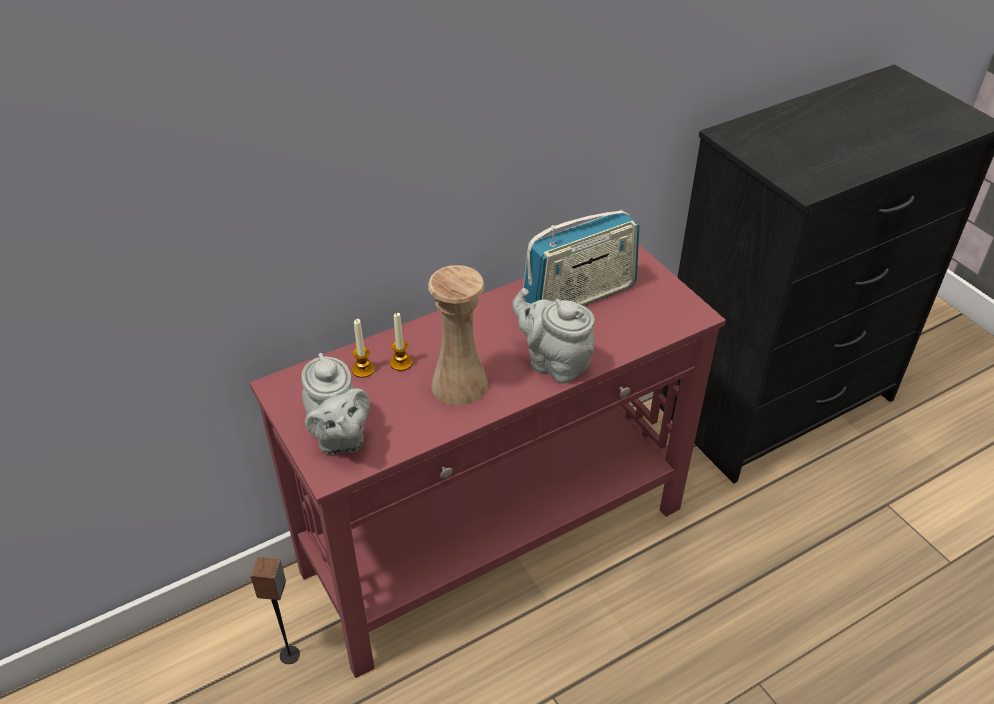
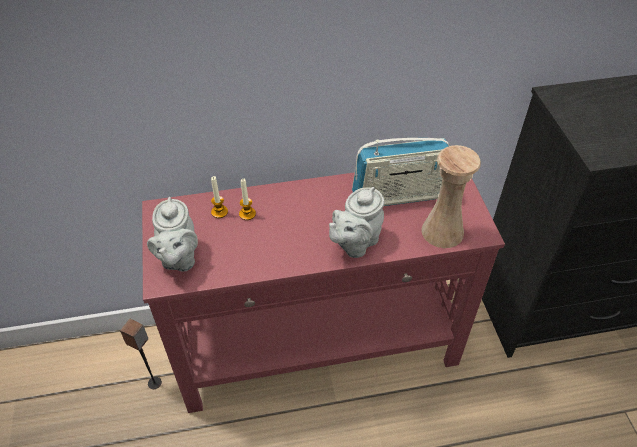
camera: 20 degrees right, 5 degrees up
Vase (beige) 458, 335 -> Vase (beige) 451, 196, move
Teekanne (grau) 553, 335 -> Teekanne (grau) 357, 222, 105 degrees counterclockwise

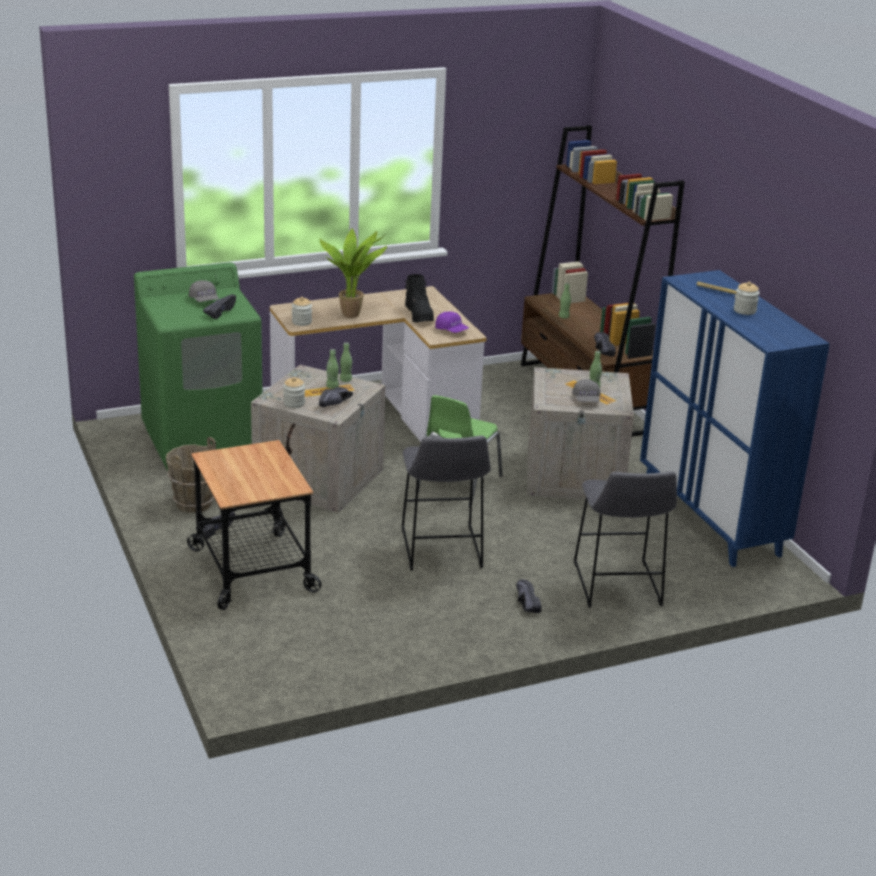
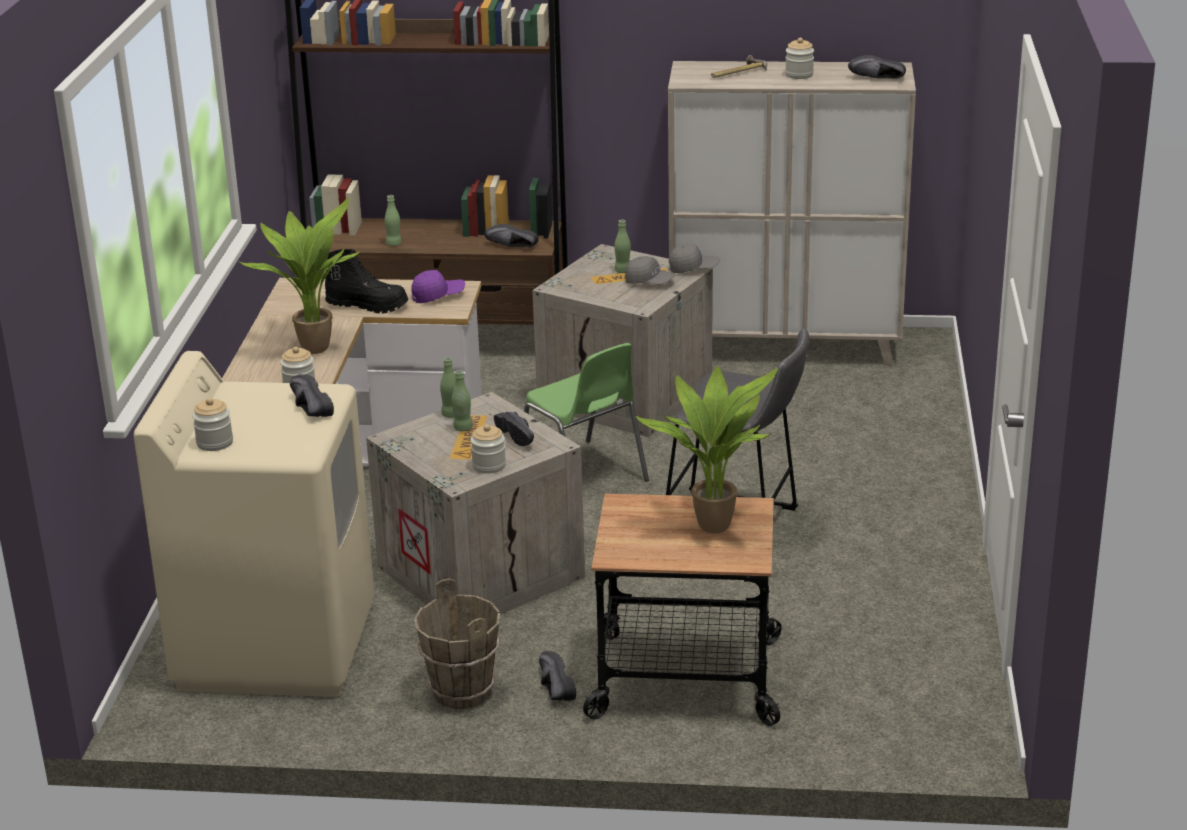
camera: 60 degrees left, 0 degrees up
Waschmaschine (grün) 198, 366 -> Waschmaschine (beige) 254, 524
Kappe (grau) 204, 291 -> Kappe (grau) 694, 258, move
Schuh (schwarz) 529, 596 -> Schuh (schwarz) 877, 67, move
Hocker (grau) 625, 539 -> none
Schrank (blau) 735, 418 -> Schrank (beige) 792, 213
none -> Vorratsglas 212, 424
none -> Topfpflanze 707, 450

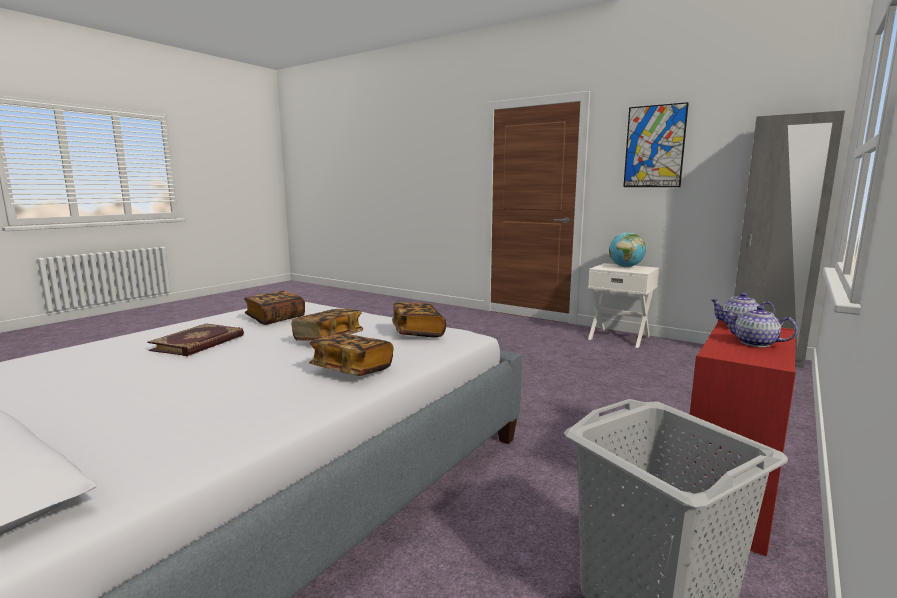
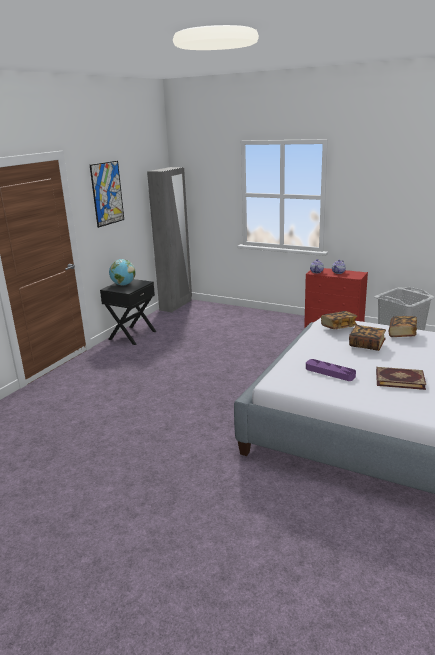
camera: 95 degrees left, 10 degrees up
Buch 274, 308 -> Tablett (lila) 331, 370
Nachttisch (weiß) 623, 305 -> Nachttisch (schwarz) 128, 312

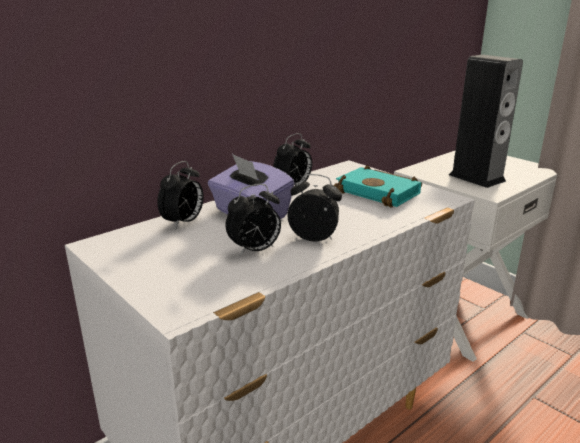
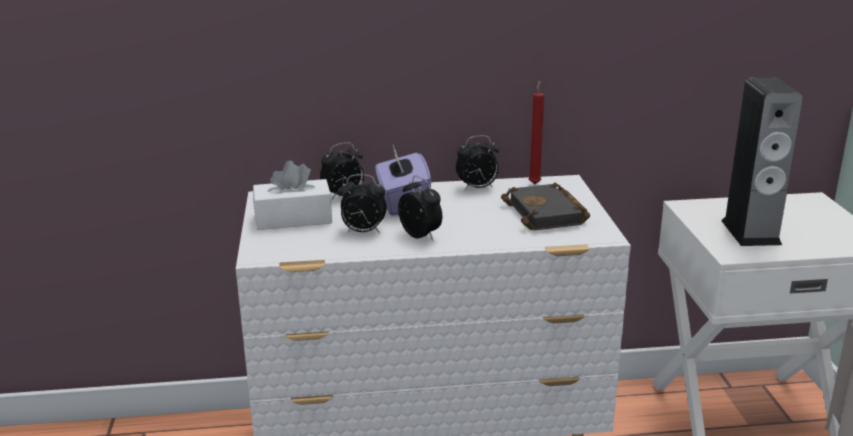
camera: 35 degrees right, 0 degrees up
Buch (türkis) 378, 186 -> Buch (schwarz) 545, 206
none -> Taschentuchbox (weiß) 292, 195
none -> Kerze (rot) 536, 132

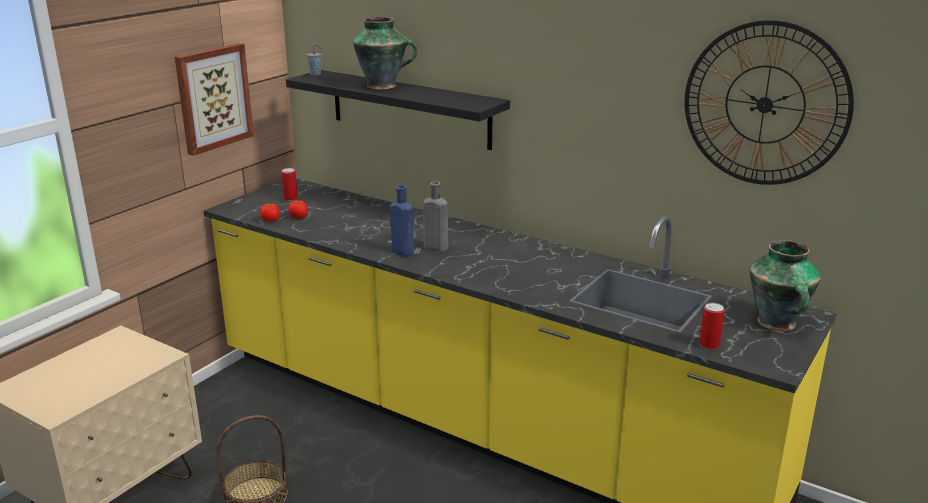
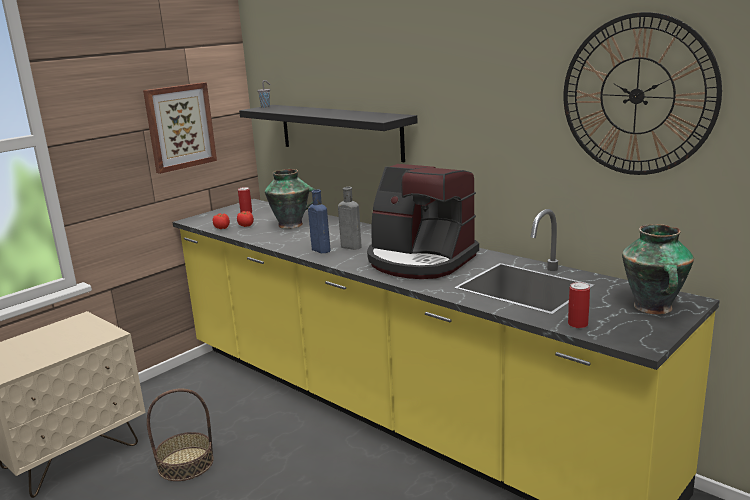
camera: 10 degrees right, 5 degrees down
Vase 385, 53 -> Vase 290, 199, move
none -> Kaffeemaschine 423, 221

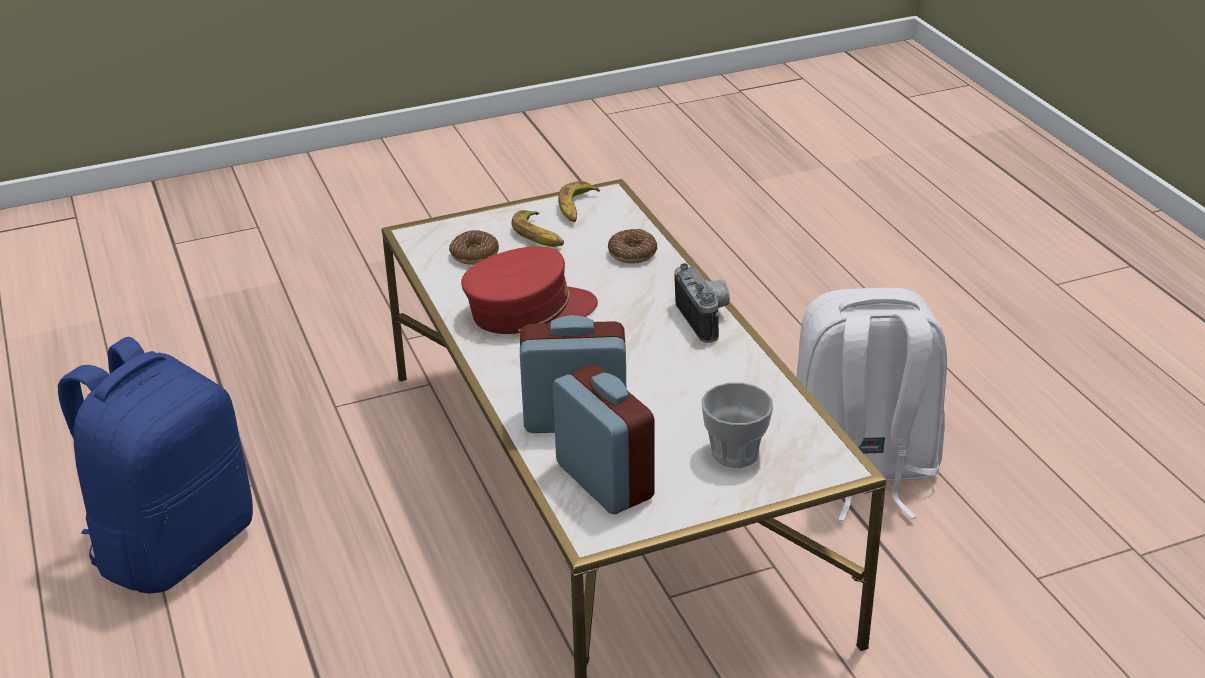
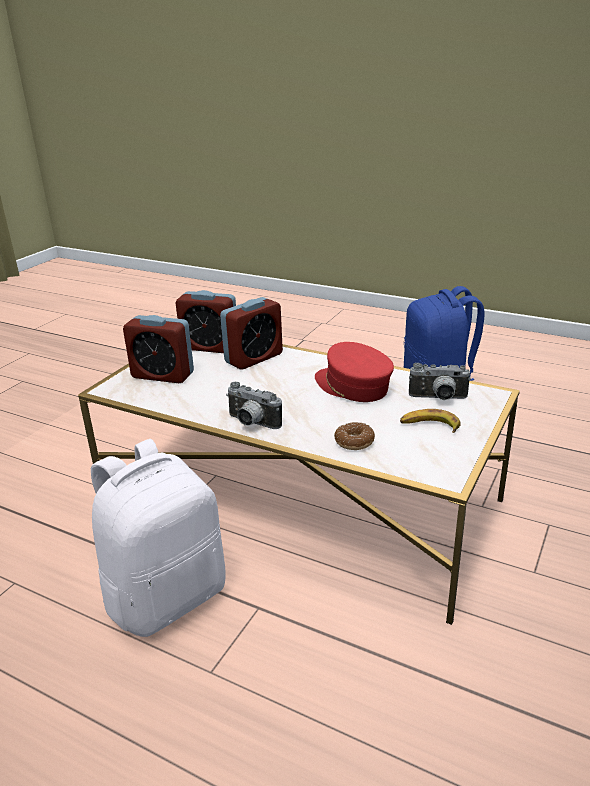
camera: 140 degrees right, 5 degrees down
Donut 474, 247 -> Kamera 440, 381
Kappe (rot) 529, 290 -> Kappe (rot) 354, 372, 105 degrees clockwise
Banane 579, 201 -> none
Tasse 737, 425 -> Wecker 158, 349

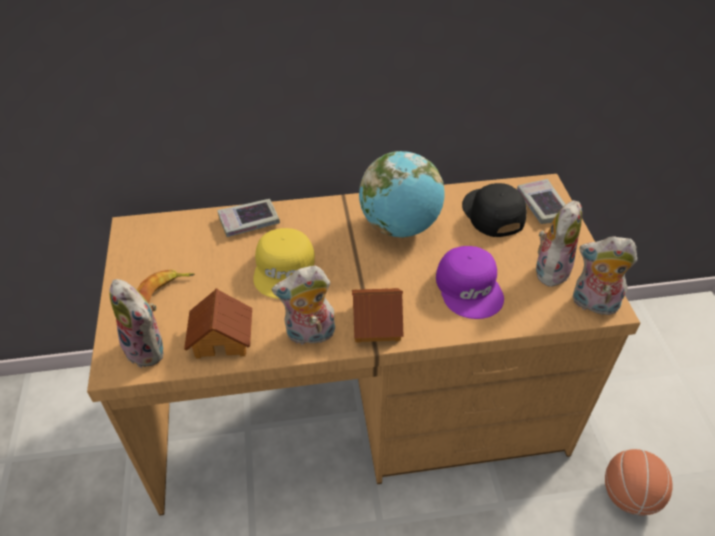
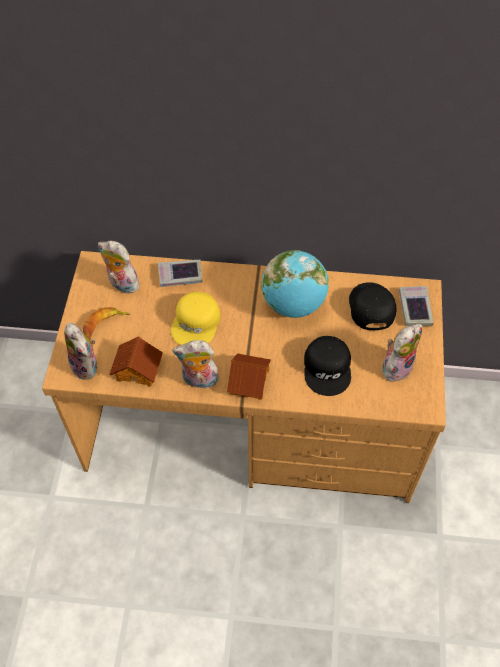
camera: 15 degrees right, 10 degrees up
Kappe (lila) 470, 282 -> Kappe (schwarz) 327, 366
Plüschtier 605, 275 -> Plüschtier 120, 267, move
Basketball 639, 482 -> none

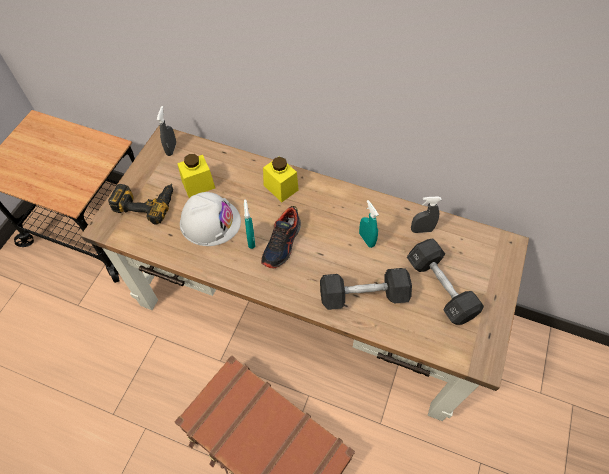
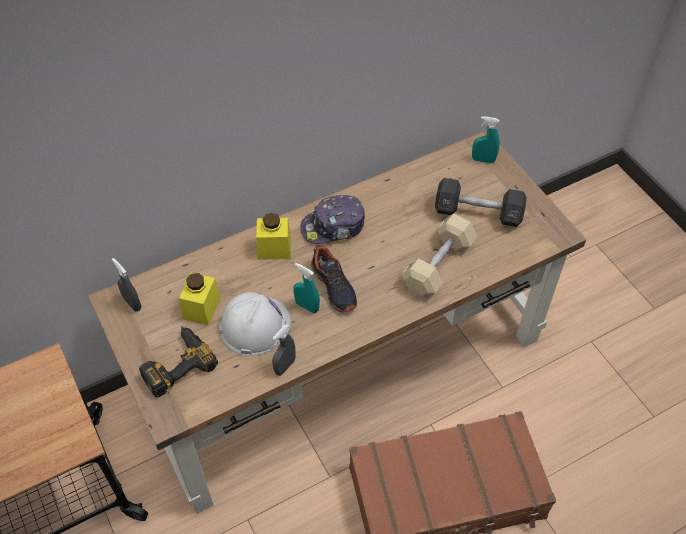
camera: 50 degrees left, 5 degrees down
Hantel (schwarz) 366, 289 -> Hantel (beige) 439, 256
Sprühflasche (türkis) 369, 224 -> Sprühflasche (türkis) 486, 139, move
Sprühflasche (grau) 426, 215 -> Sprühflasche (grau) 284, 350, move
none -> Kappe 333, 219

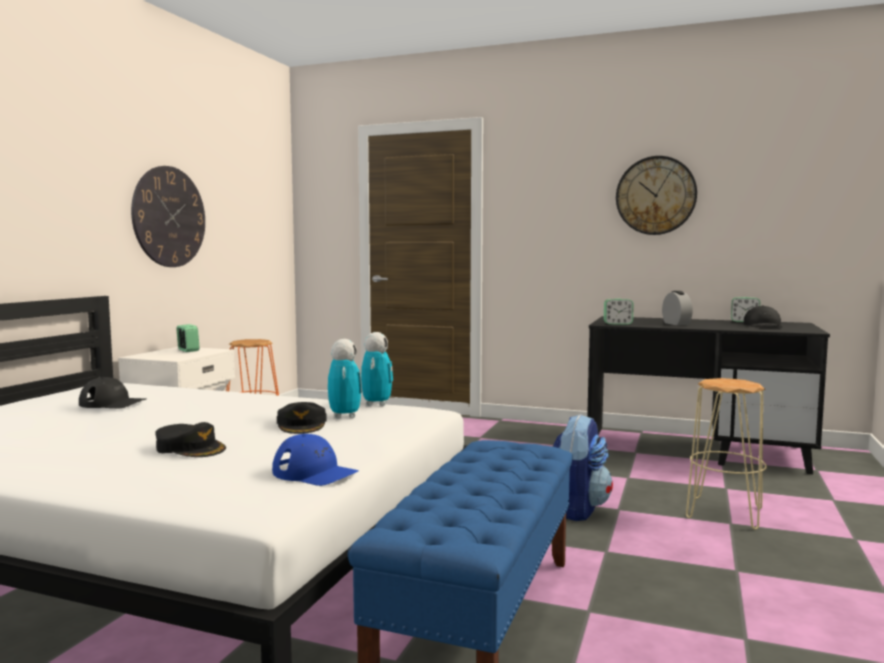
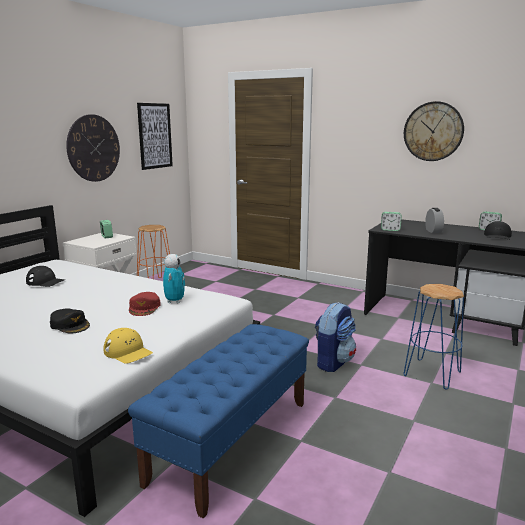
camera: 10 degrees right, 10 degrees up
Kappe (blau) 315, 460 -> Kappe (gelb) 128, 346
Kappe (schwarz) 302, 418 -> Kappe (rot) 145, 304
Spielzeugroboter 377, 369 -> none
Hocker (beige) 726, 454 -> Hocker (blau) 434, 337
none -> Bild 155, 136

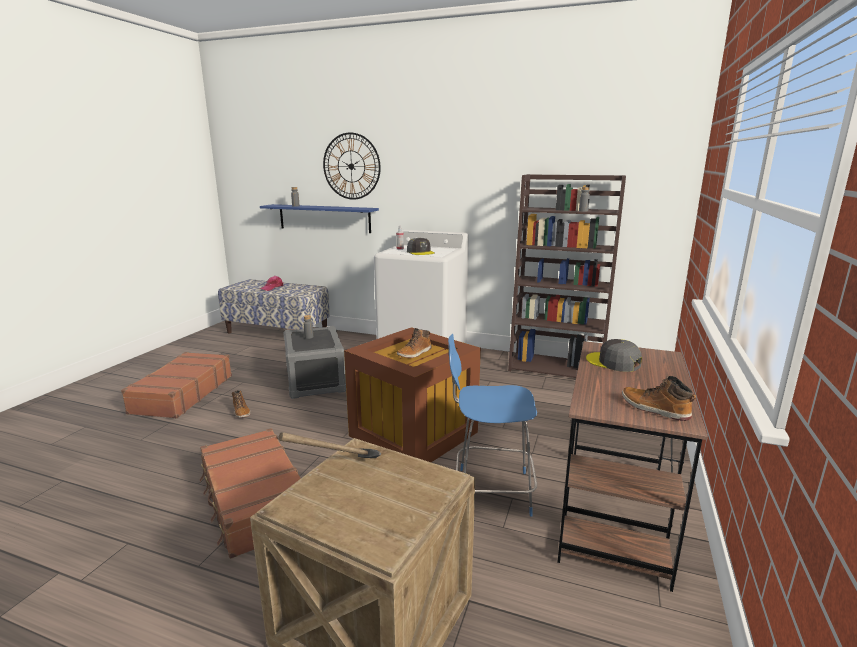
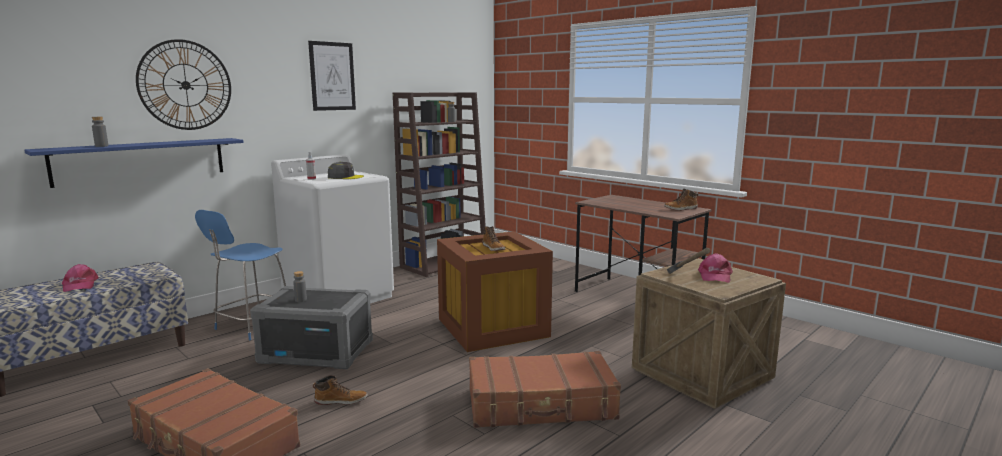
camera: 65 degrees left, 5 degrees down
Hocker (blau) 492, 425 -> Hocker (blau) 240, 275, move
Kappe (grau) 614, 355 -> none
none -> Bild 332, 76
none -> Kappe (rosa) 715, 268

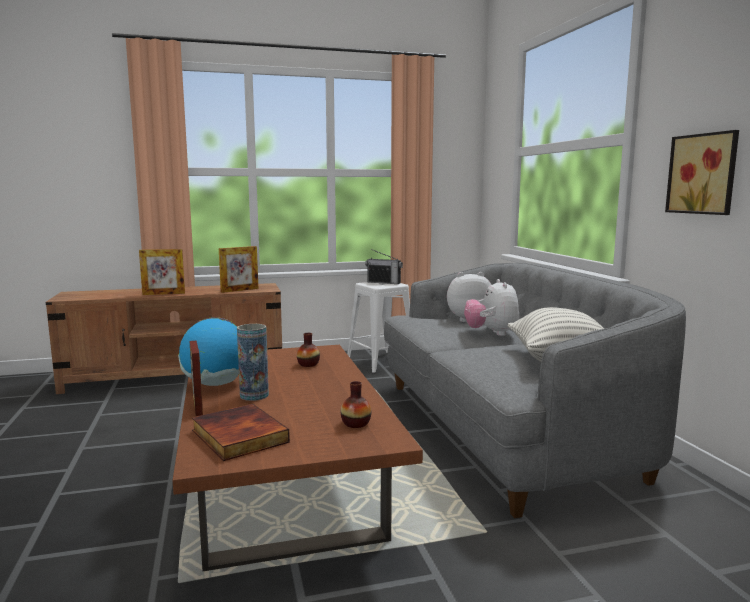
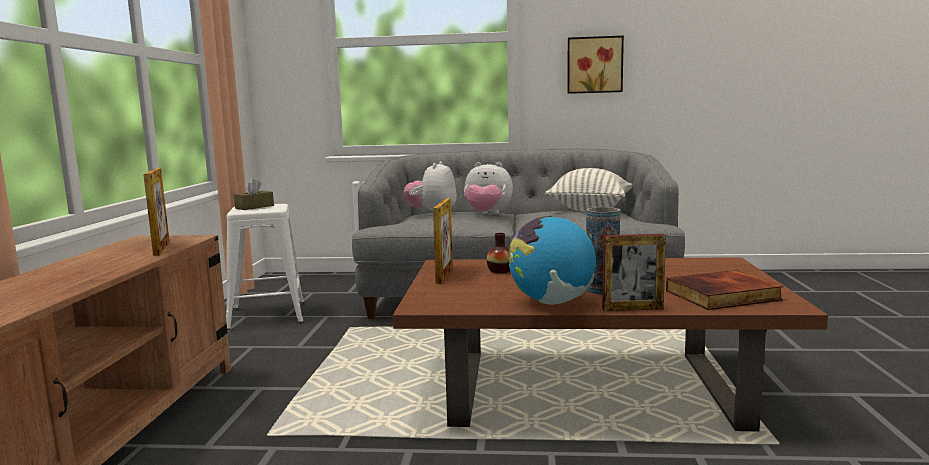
camera: 70 degrees left, 0 degrees up
Bilderrahmen 162, 272 -> Bilderrahmen 443, 241, move
Vase 356, 404 -> none
Radio 384, 267 -> Taschentuchbox (braun) 254, 194

